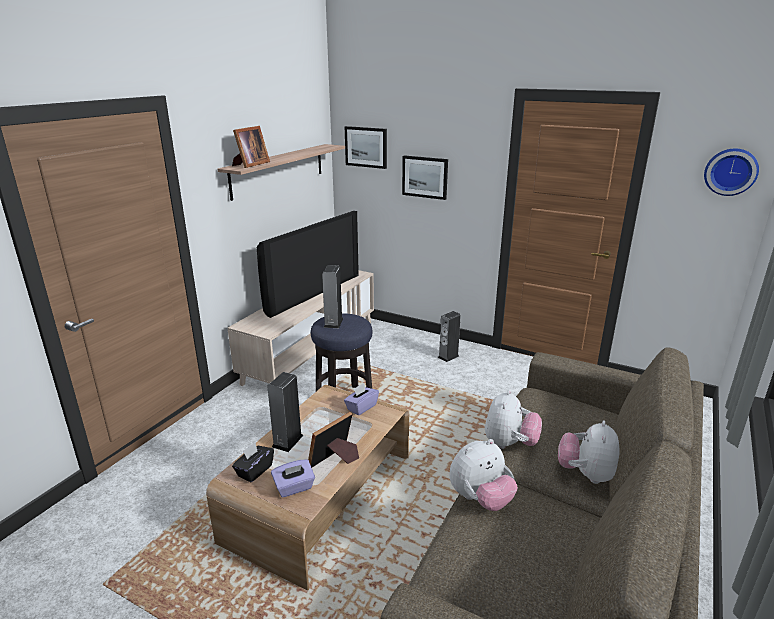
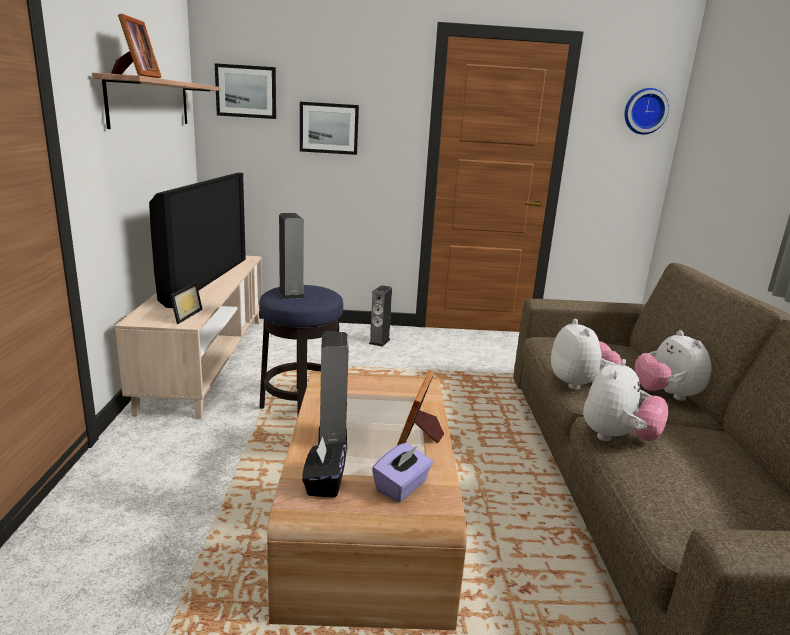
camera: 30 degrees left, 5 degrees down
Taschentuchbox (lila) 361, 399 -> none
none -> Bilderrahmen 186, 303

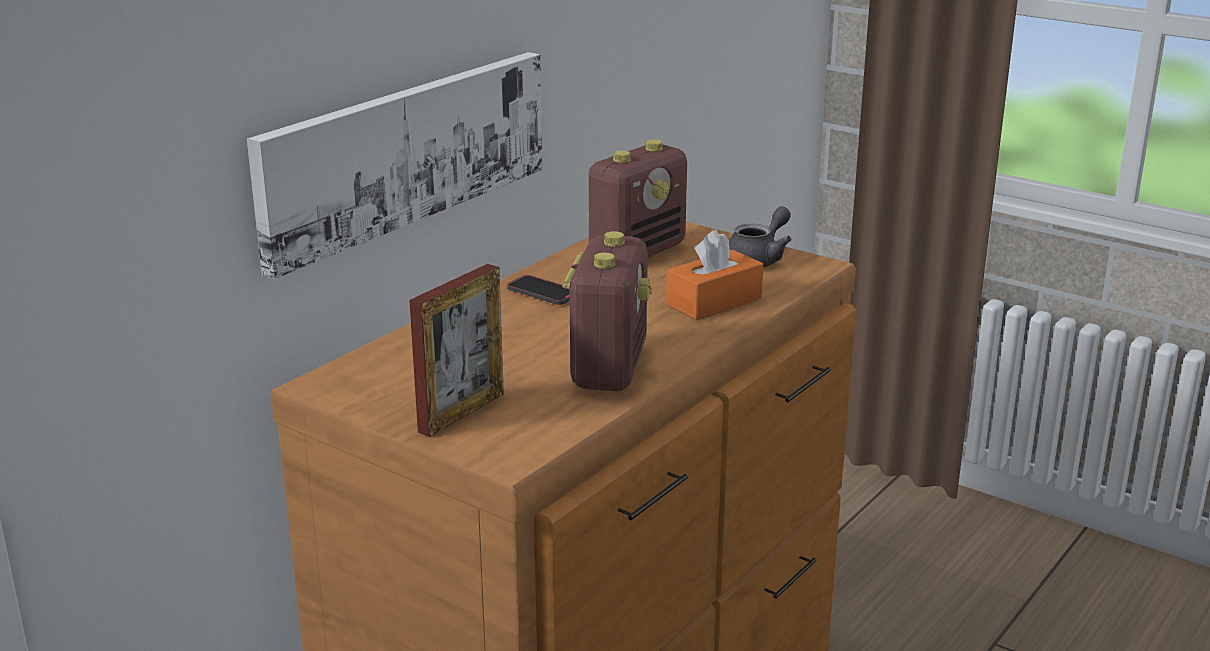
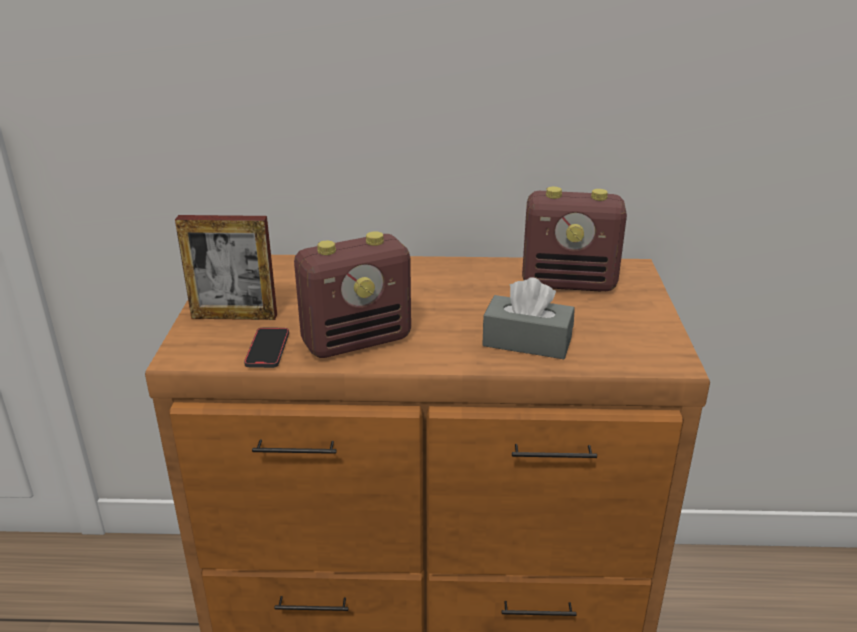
camera: 55 degrees right, 5 degrees up
Bild 395, 165 -> none
Handy 538, 290 -> Handy 266, 347, move
Taschentuchbox (orange) 714, 275 -> Taschentuchbox (grau) 528, 318
Teekanne (grau) 760, 237 -> none

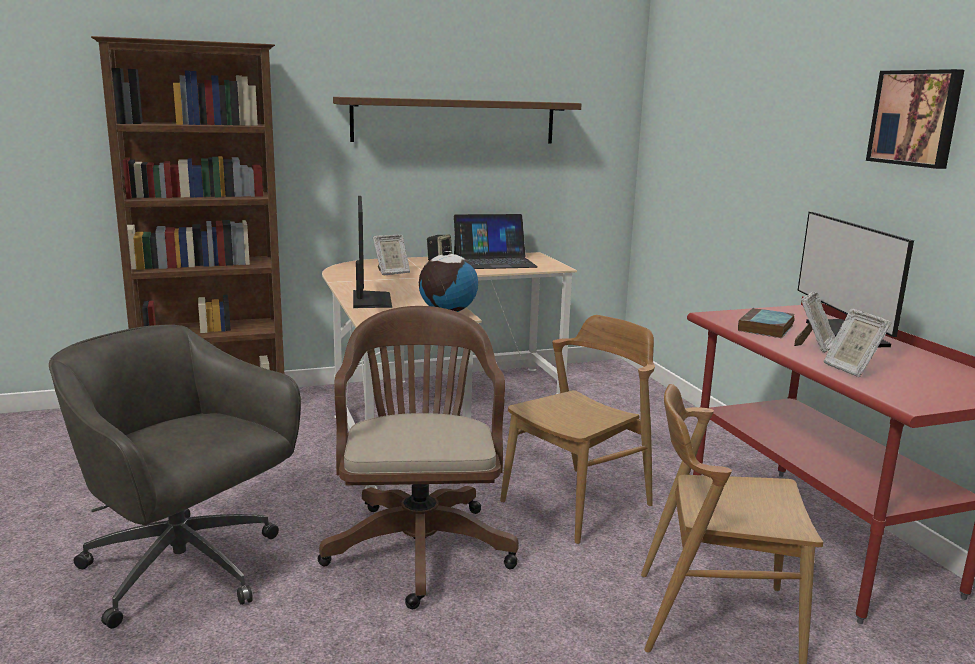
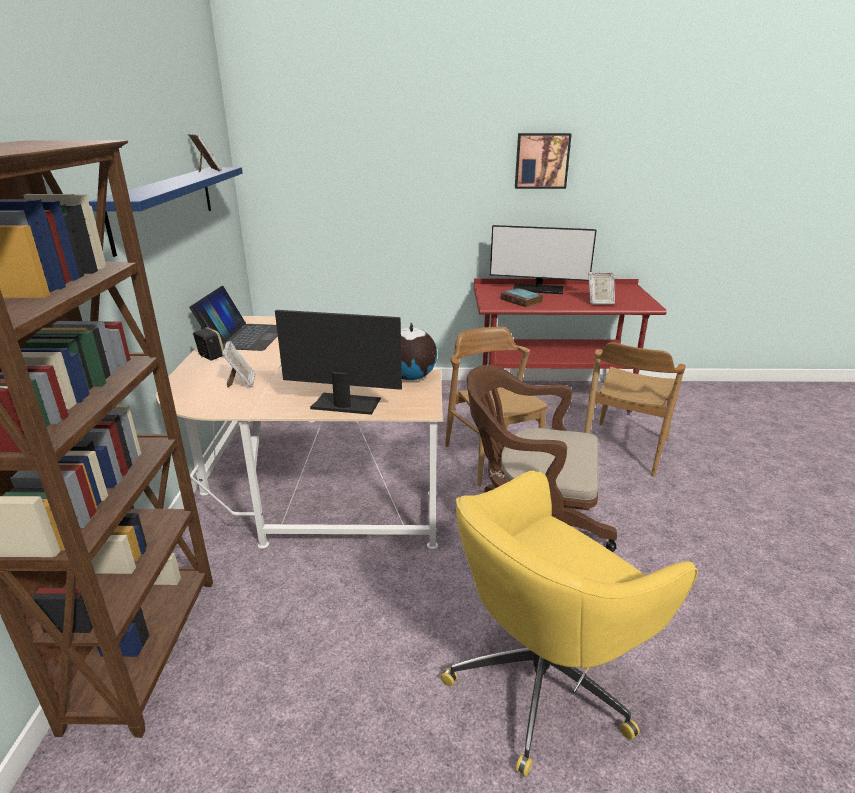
camera: 70 degrees left, 10 degrees up
Bürostuhl (grau) 175, 477 -> Bürostuhl (gelb) 569, 624
Wandregal (braun) 457, 120 -> Wandregal (blau) 166, 212
Bilderrahmen 814, 322 -> Bilderrahmen 205, 152, move

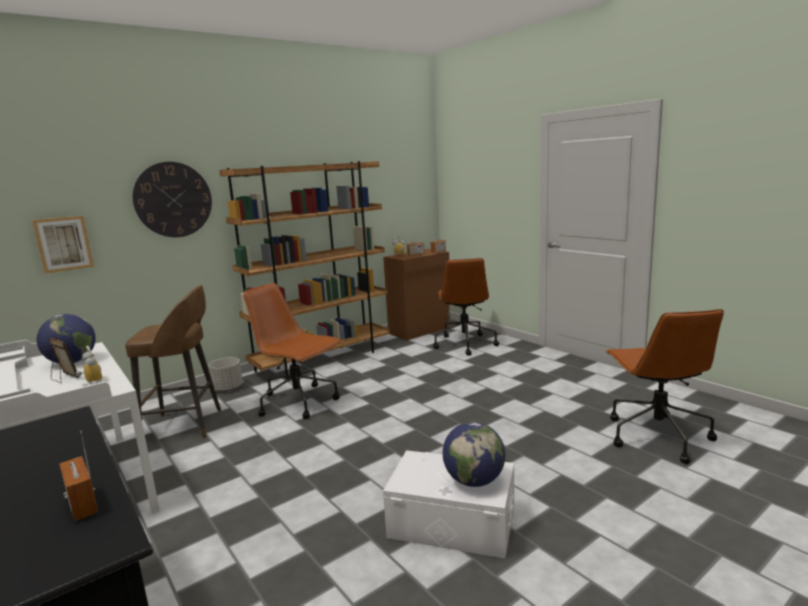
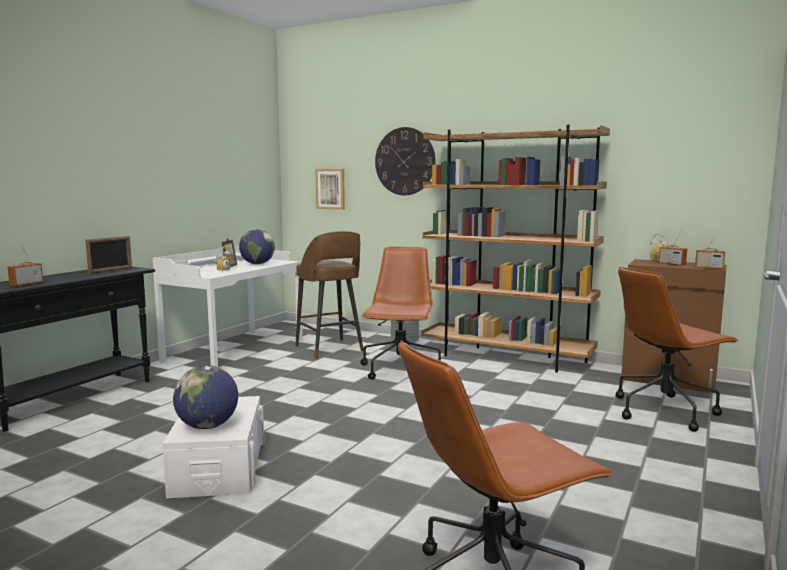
camera: 65 degrees right, 5 degrees down
none -> Bilderrahmen 108, 255

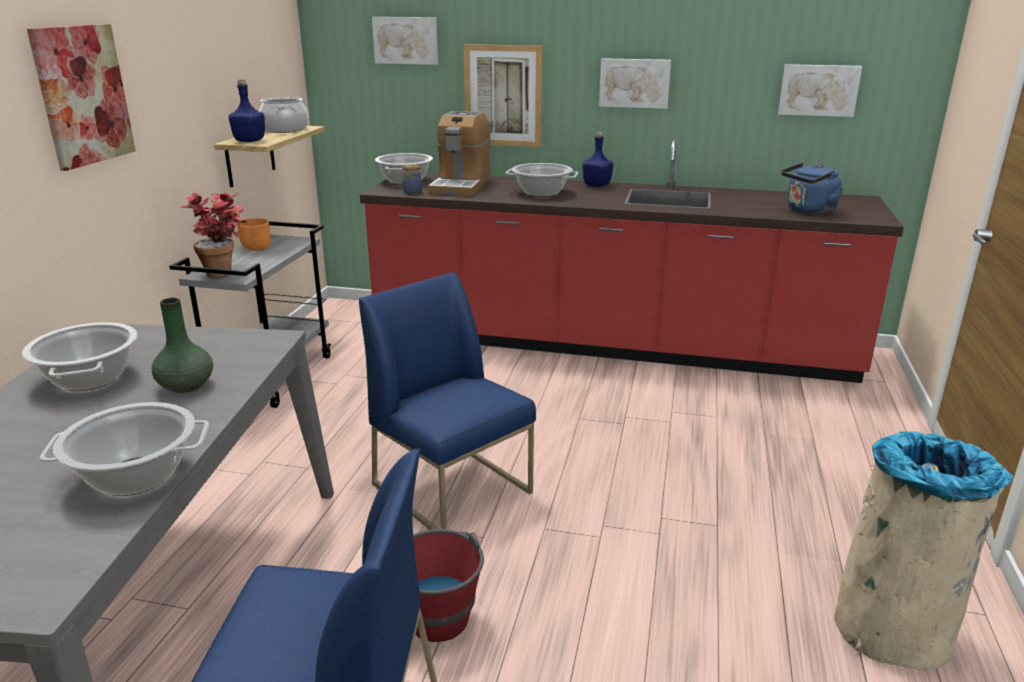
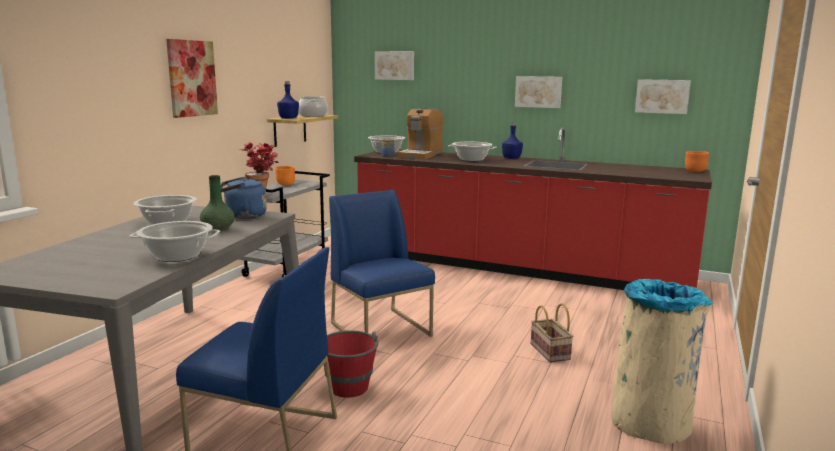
camera: 10 degrees right, 10 degrees down
Bild 503, 95 -> none
Wasserkessel (blau) 812, 188 -> Wasserkessel (blau) 244, 198, move
none -> Korb 552, 332
none -> Schüssel (orange) 697, 161

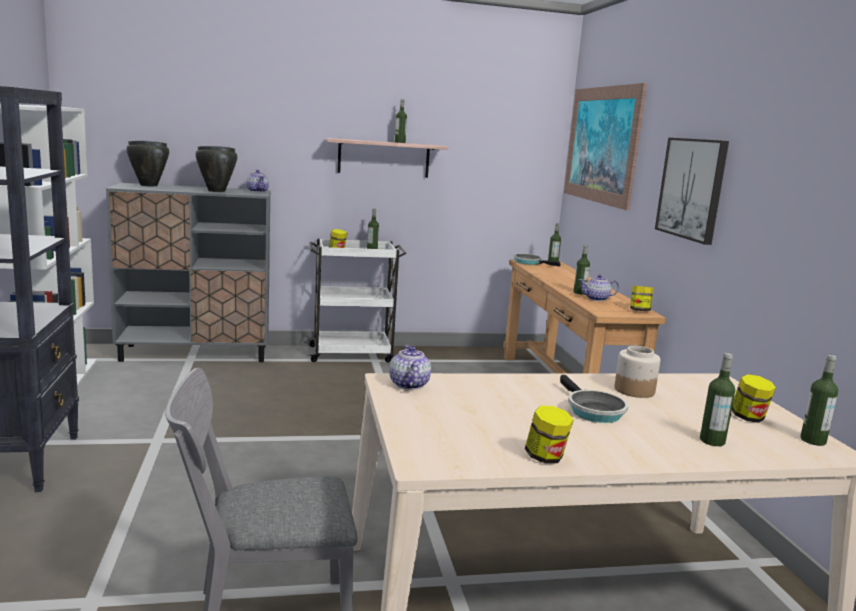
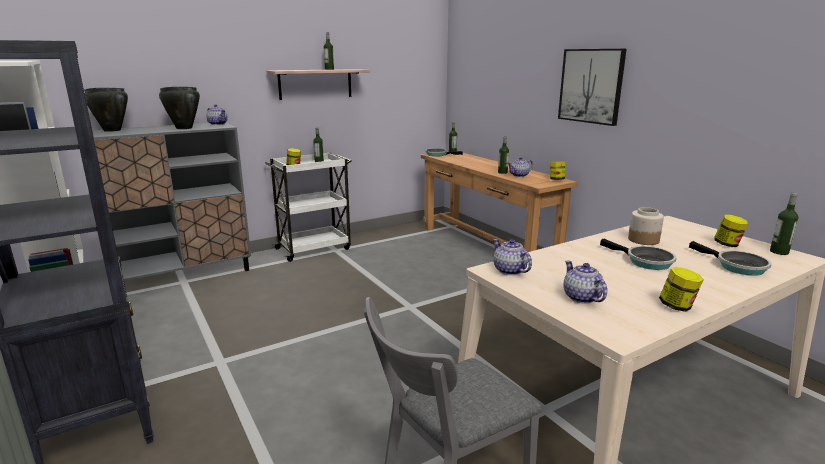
camera: 20 degrees left, 5 degrees up
Bild 605, 147 -> none
Flasche 717, 399 -> Pfanne 730, 258
none -> Teekanne 585, 282

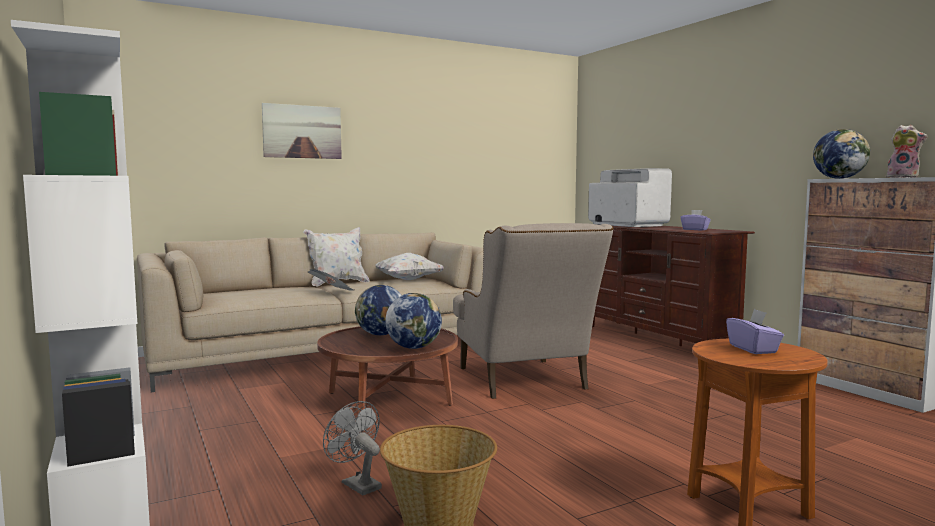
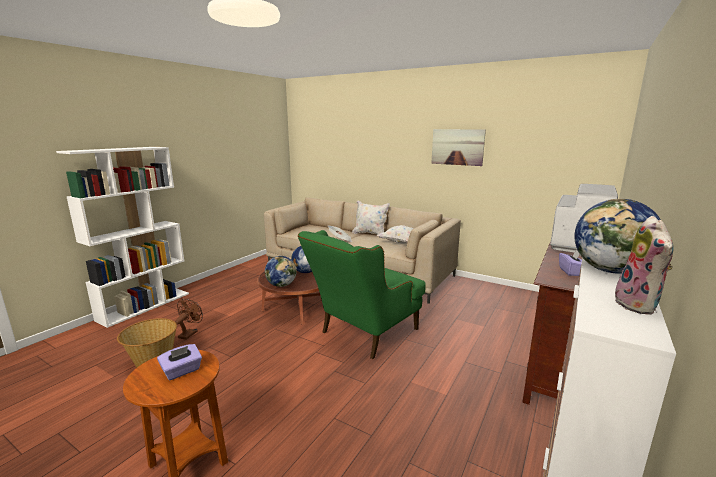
camera: 60 degrees right, 10 degrees up
Bild 302, 131 -> Bild 458, 147, move
Ventilator (grau) 352, 448 -> Ventilator (braun) 189, 319
Sessel (beige) 533, 311 -> Sessel (grün) 362, 294

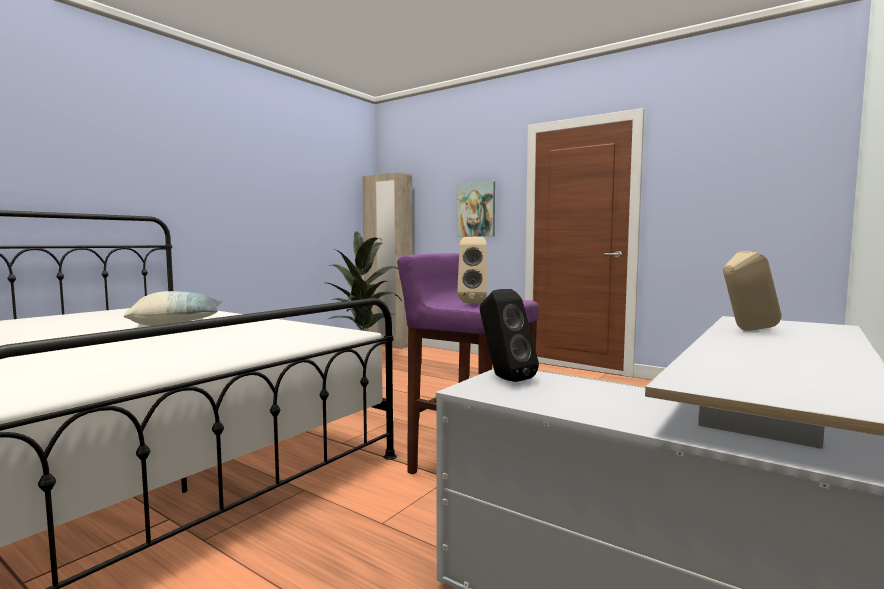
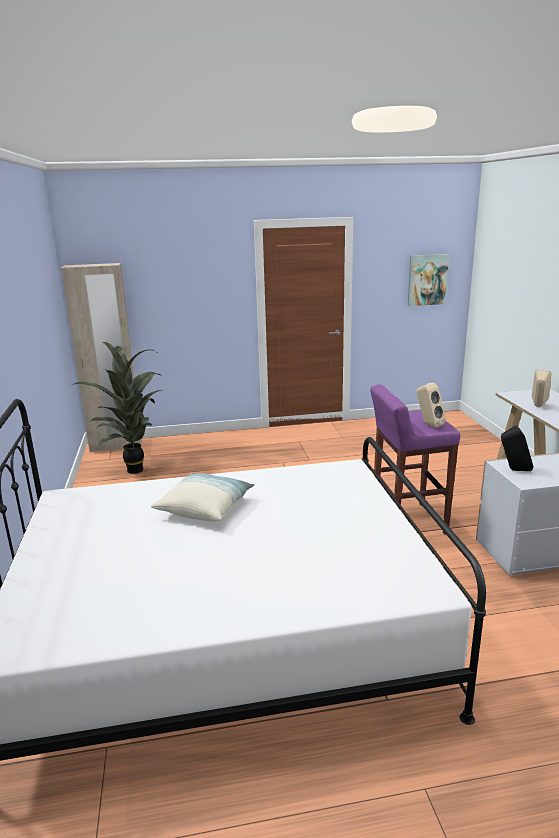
camera: 45 degrees left, 15 degrees up
Bild 475, 209 -> Bild 428, 280, move

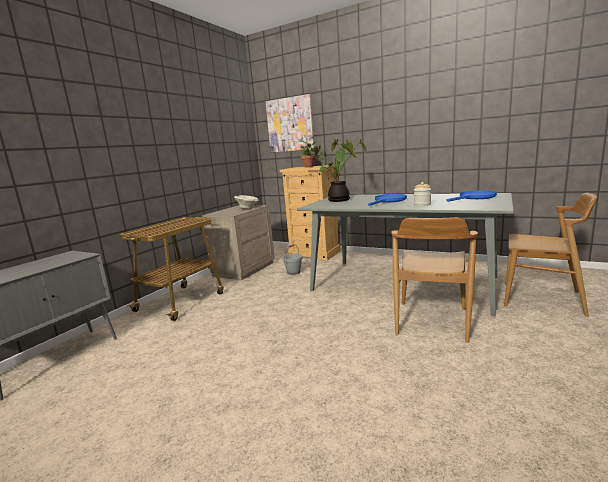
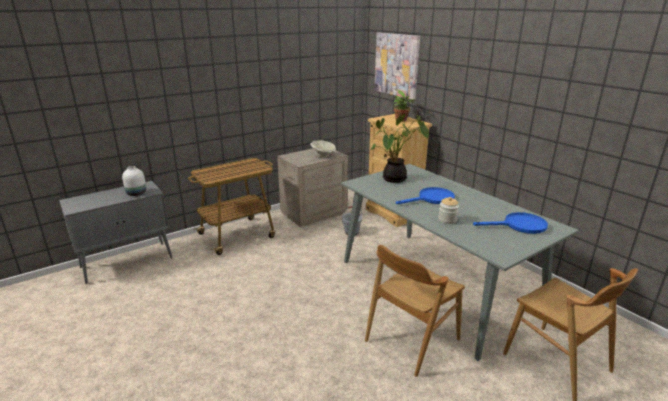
camera: 25 degrees right, 10 degrees up
none -> Vase (weiß) 134, 181

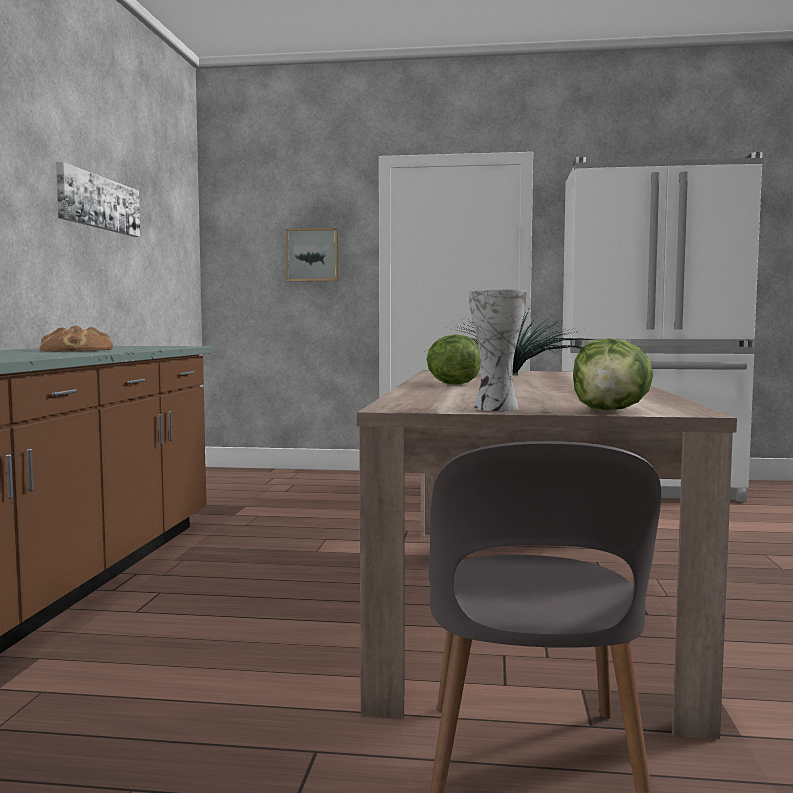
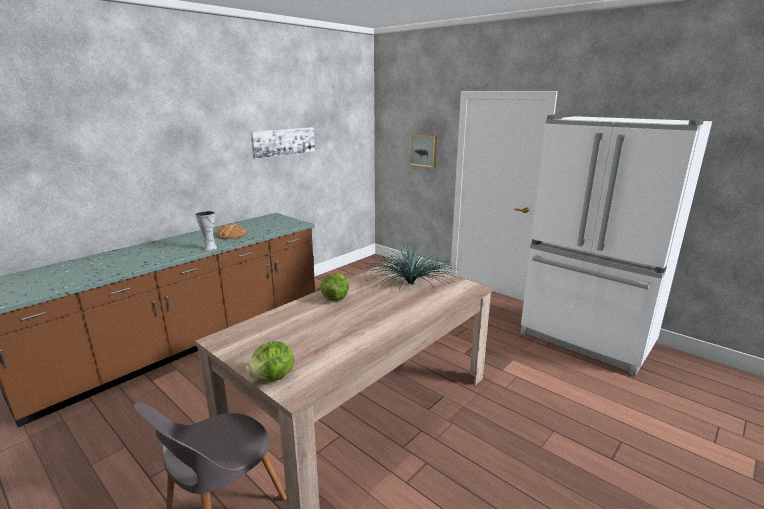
camera: 35 degrees right, 15 degrees up
Vase 498, 350 -> Vase 206, 231, move

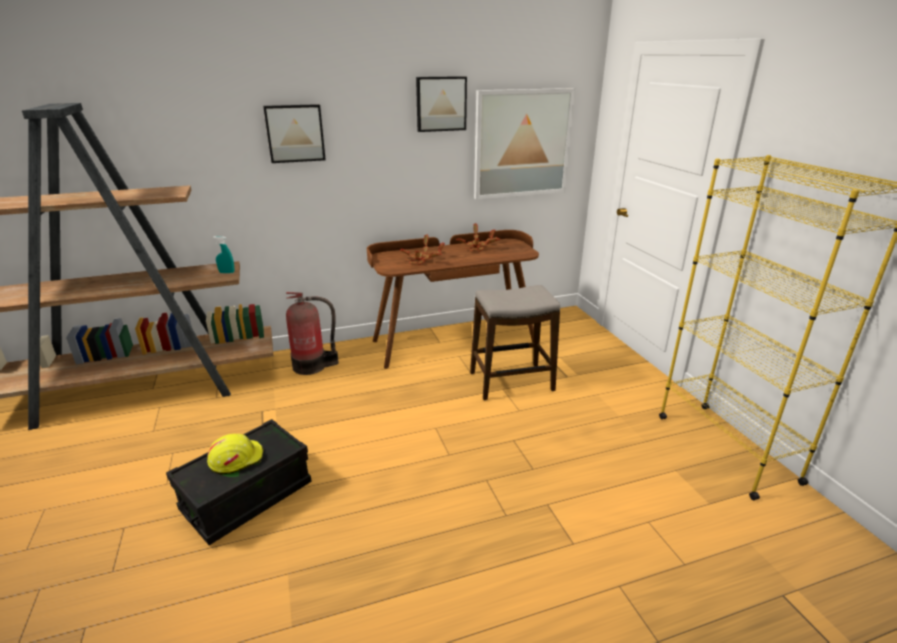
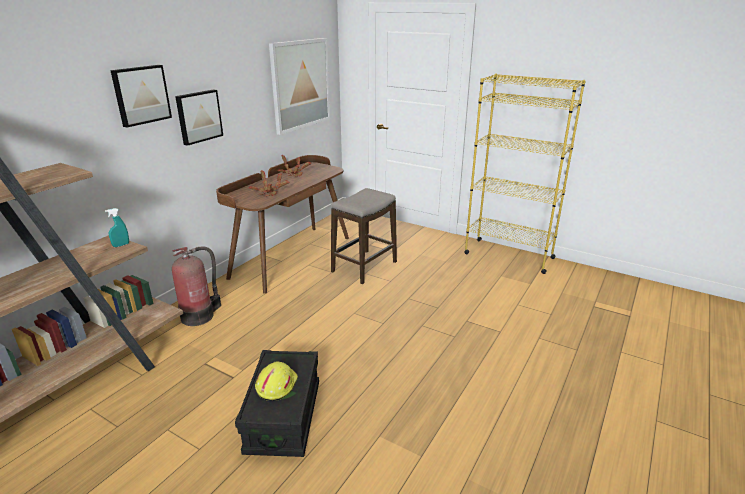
camera: 40 degrees left, 0 degrees up
Bild 441, 104 -> Bild 199, 117, move

